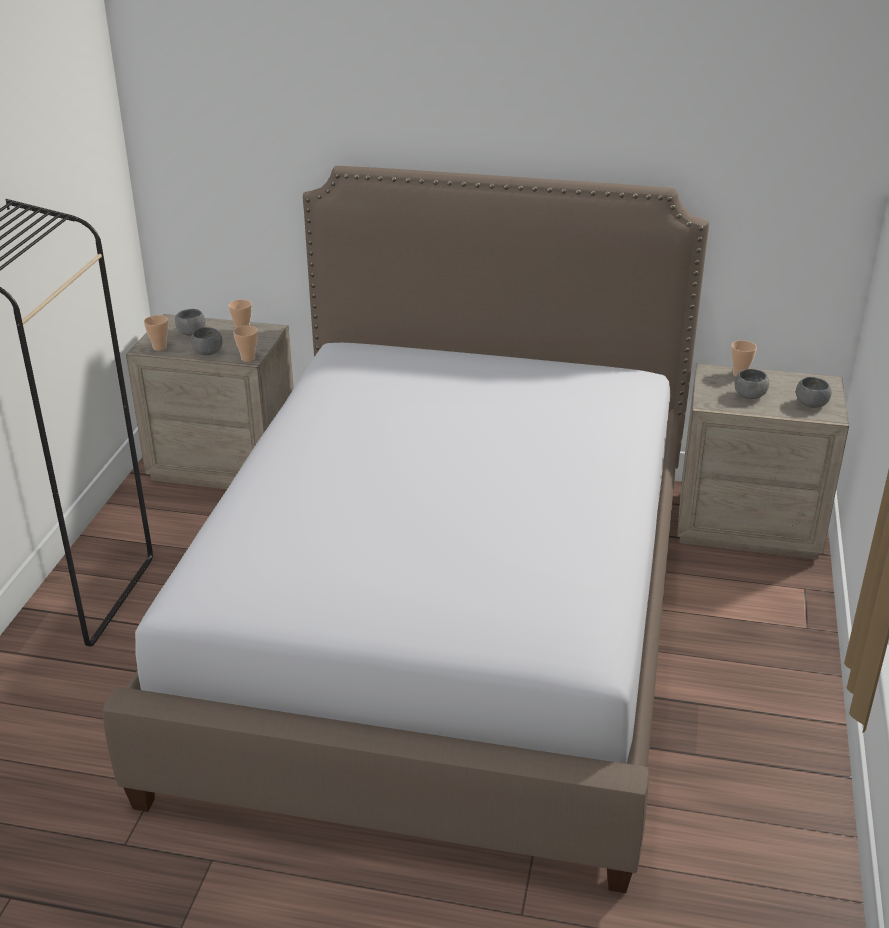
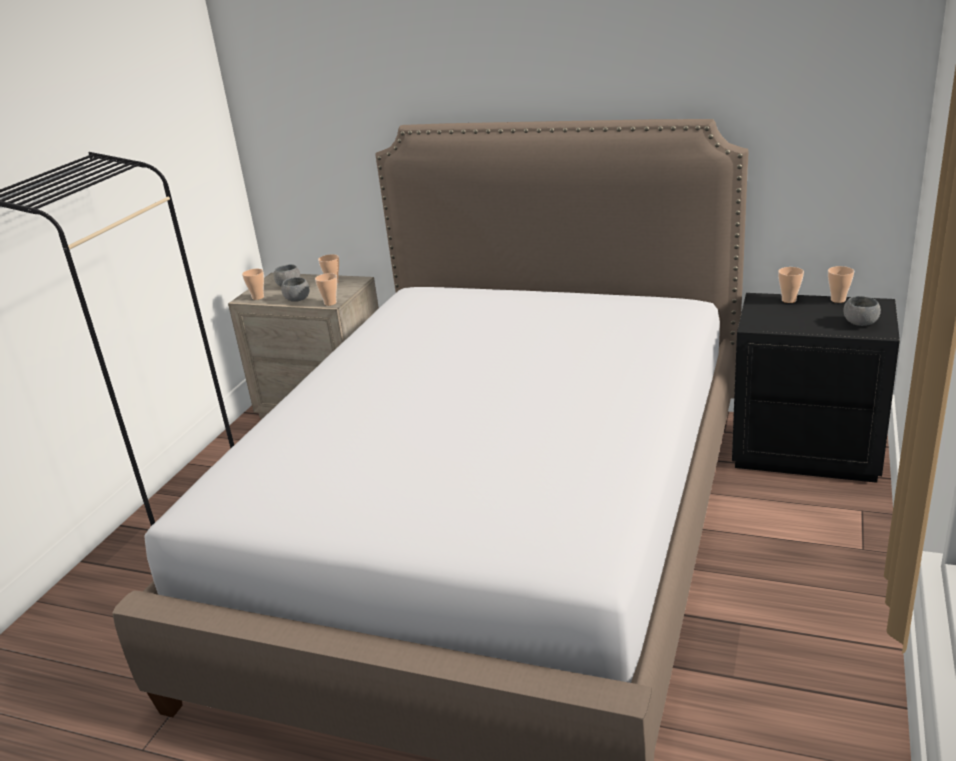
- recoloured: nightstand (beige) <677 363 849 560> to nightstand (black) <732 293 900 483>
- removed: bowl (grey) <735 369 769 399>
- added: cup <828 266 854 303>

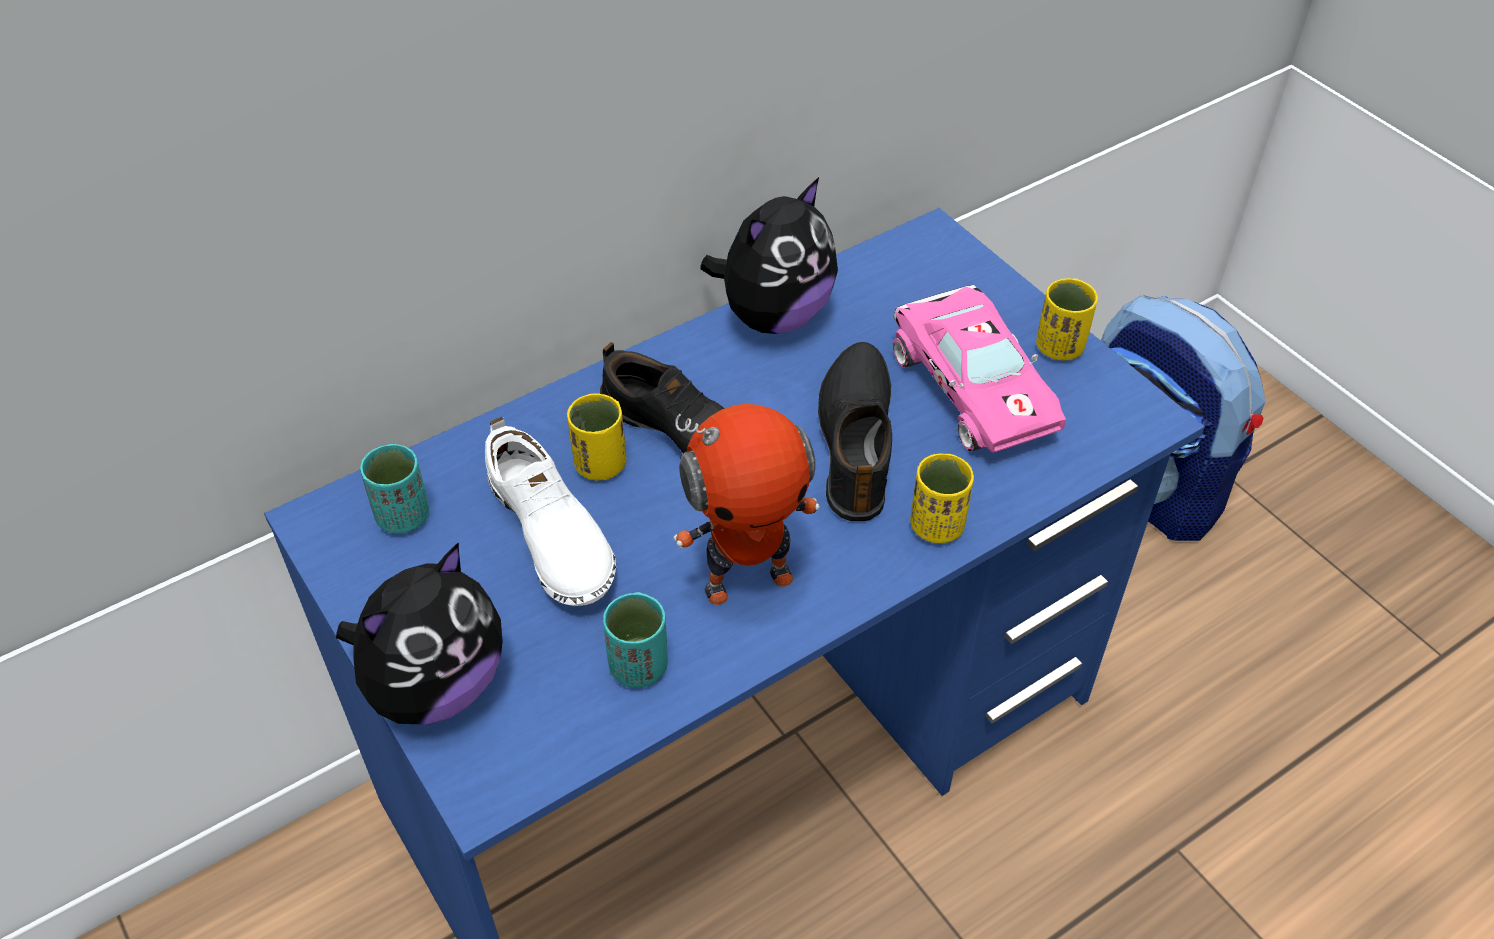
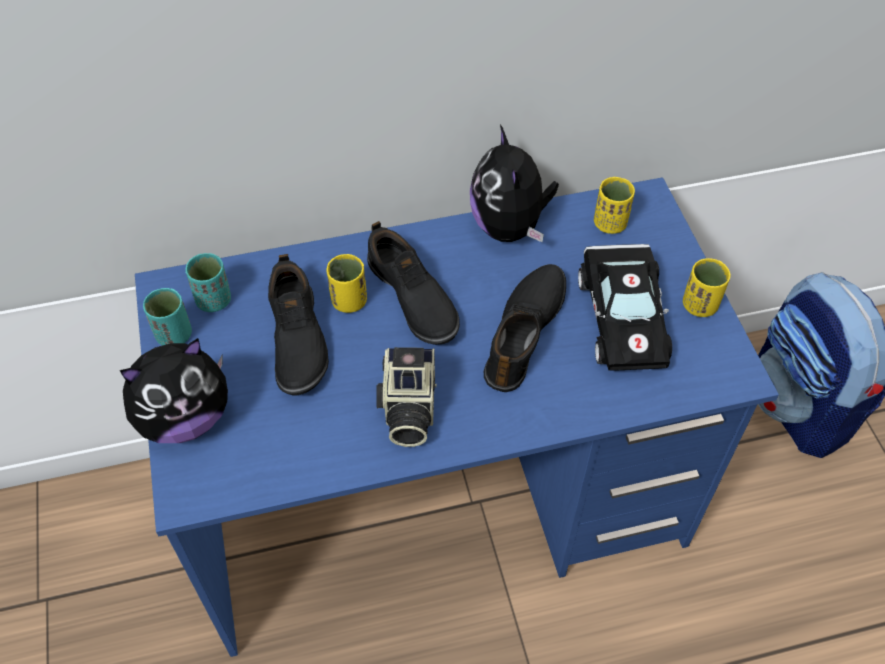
- recoloured: shoe (white) <485 417 616 606> to shoe (black) <268 254 329 395>
- moved: cup (turquoise) <603 592 668 688> to <143 288 192 345>
- replaced: toy robot <673 404 820 605> to photo camera <377 347 436 447>
- turned: plush toy <700 177 838 334> = <470 125 559 242> 105 degrees clockwise
- recoloured: toy car (pink) <893 285 1066 453> to toy car (black) <578 244 672 371>
- moved: cup (yellow) <910 453 974 543> to <594 177 635 234>

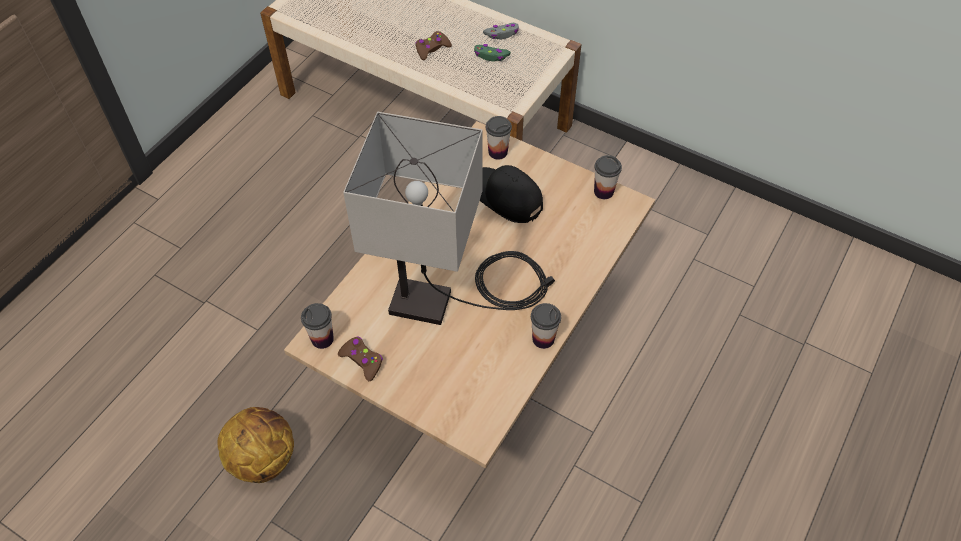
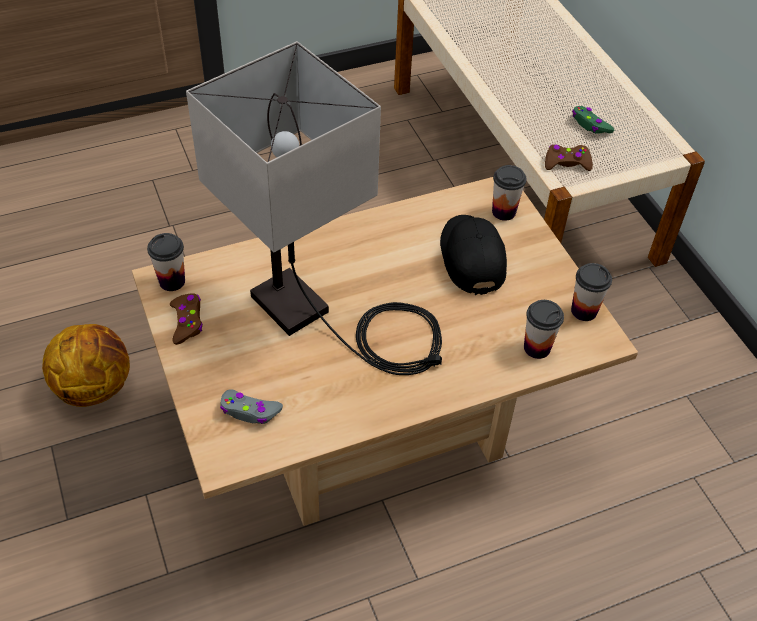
- moved: game controller (brown) <415 31 452 60> to <545 144 593 171>
- moved: game controller (grey) <483 23 519 40> to <220 389 283 424>
- moved: cup <531 303 561 349> to <524 300 564 359>

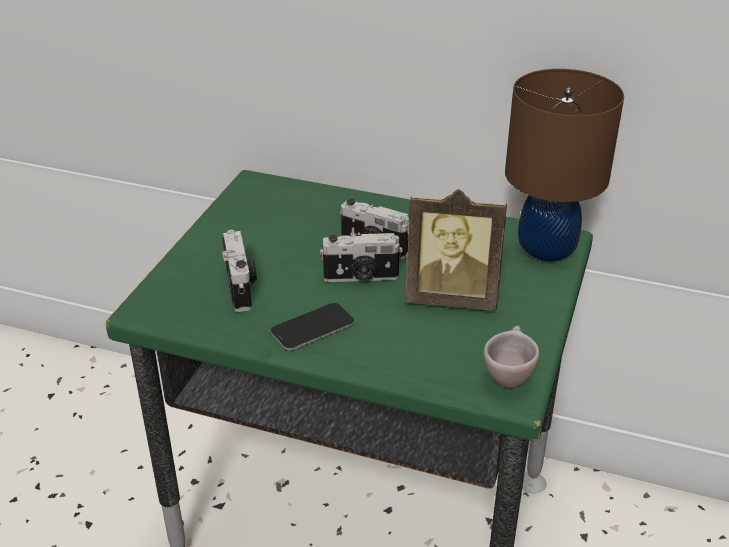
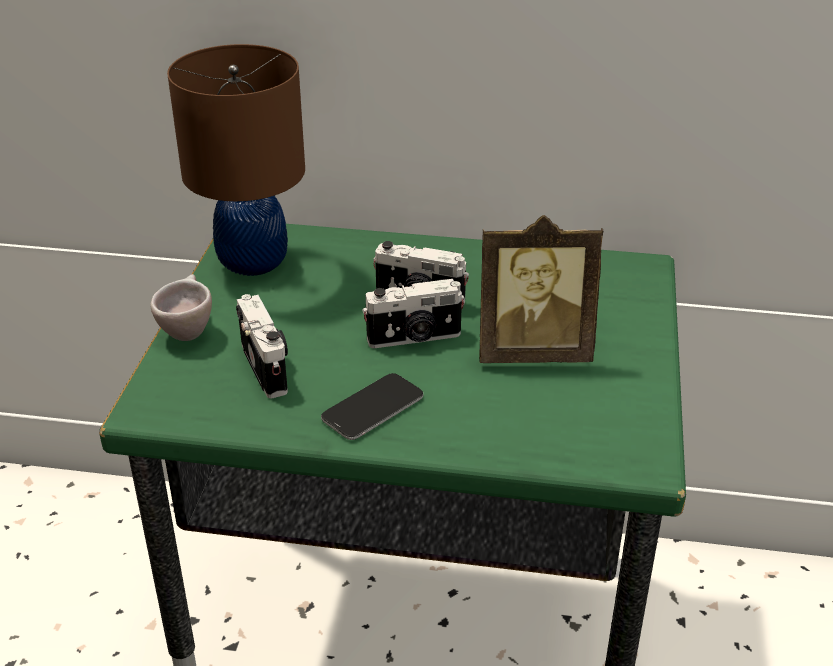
- moved: cup (beige) <483 325 540 388> to <150 274 212 341>
- moved: table lamp (brown) <505 69 624 262> to <167 44 305 276>

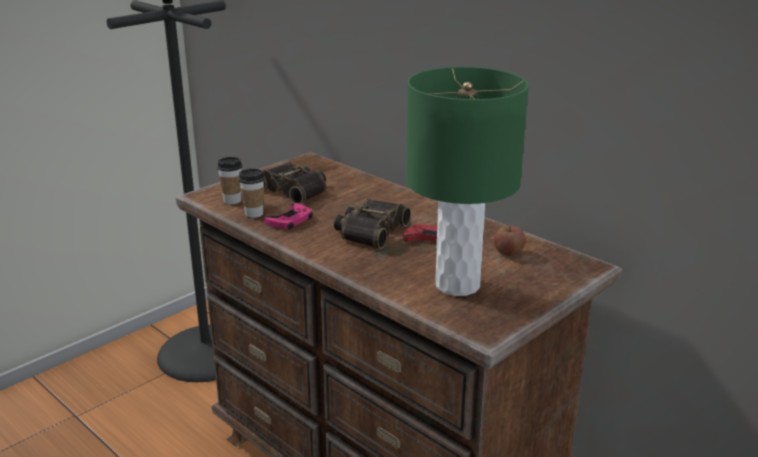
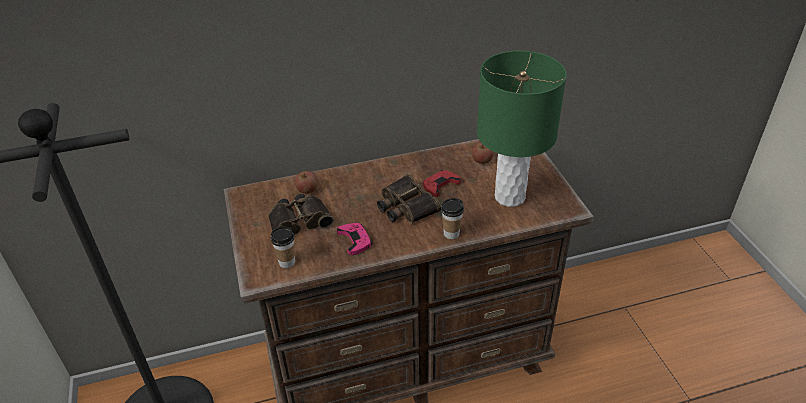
- moved: cup <239 169 265 218> to <441 198 464 239>
- added: apple <295 171 318 194>

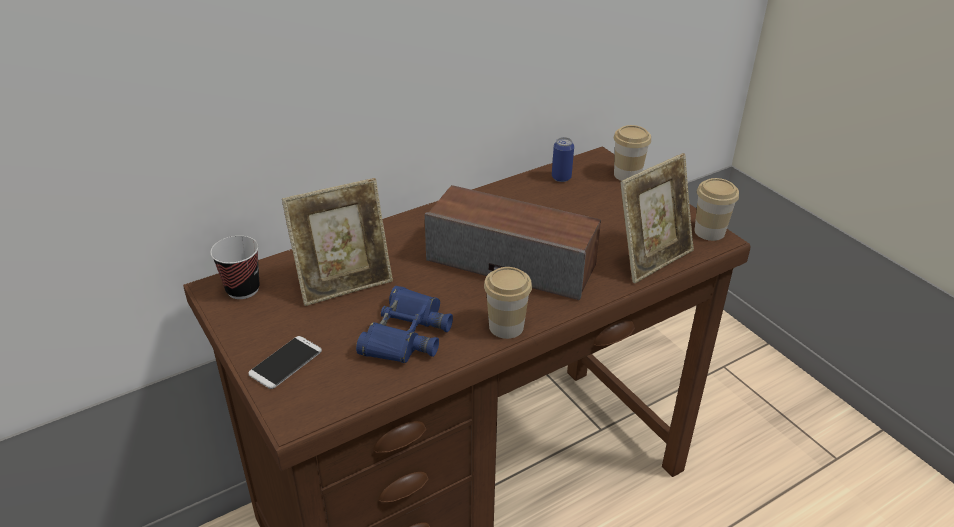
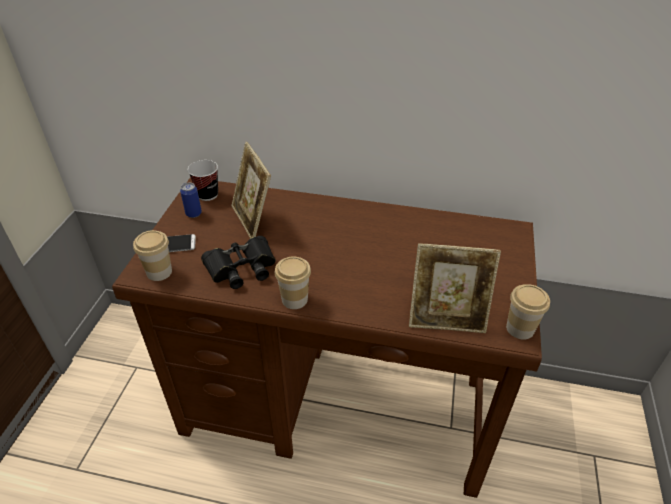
- turned: picture frame <282 178 393 306> = <232 142 271 238> 45 degrees clockwise
- recoloured: binoculars (blue) <356 286 453 363> to binoculars (black) <201 236 276 289>
- removed: speaker <425 185 601 300>
- moved: can <552 137 574 182> to <180 182 202 218>
- moved: cup <614 125 651 181> to <133 230 172 281>

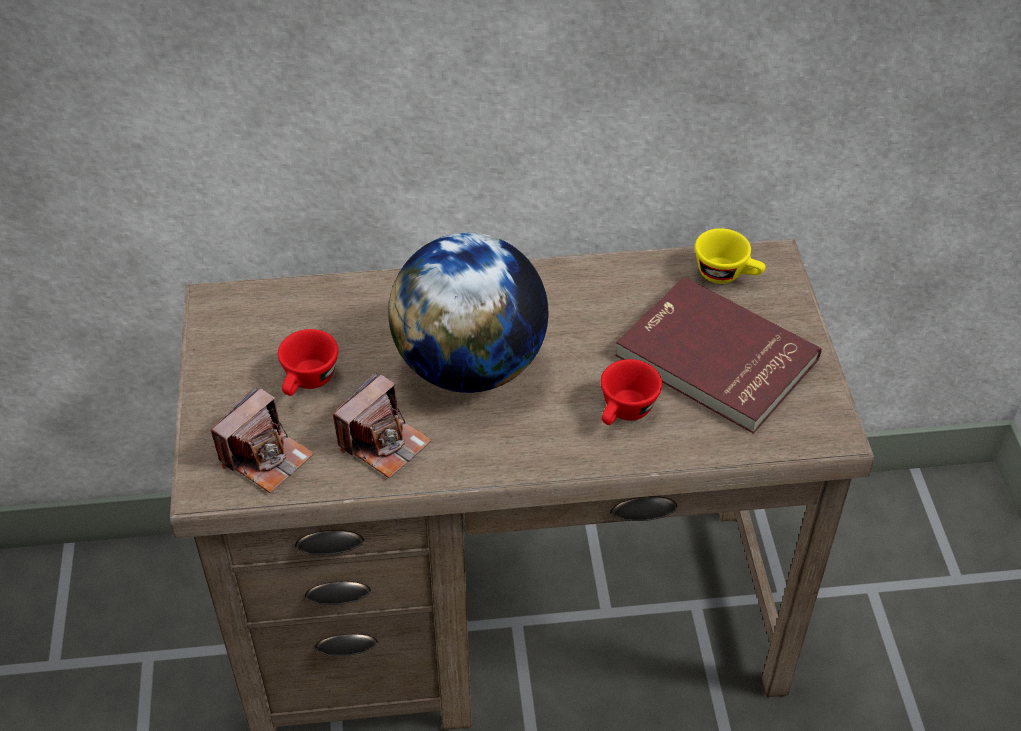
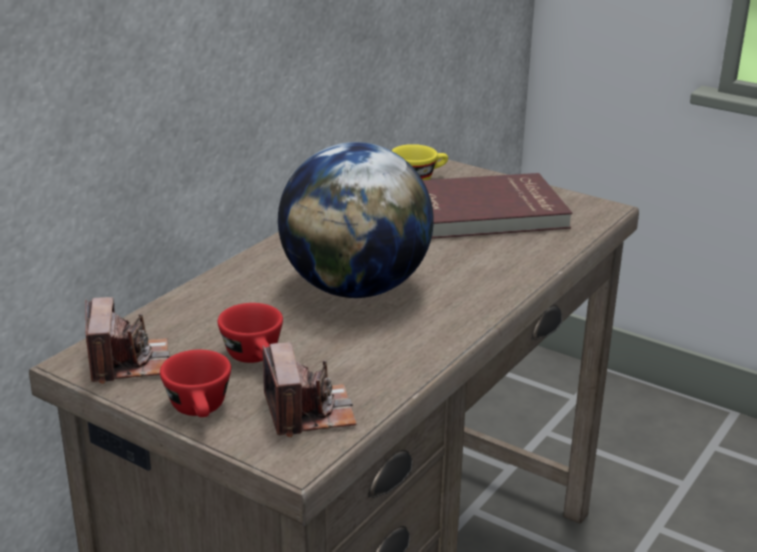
- moved: photo camera <333 372 432 478> to <85 297 170 384>
- moved: cup (red) <601 359 662 425> to <160 350 231 417>

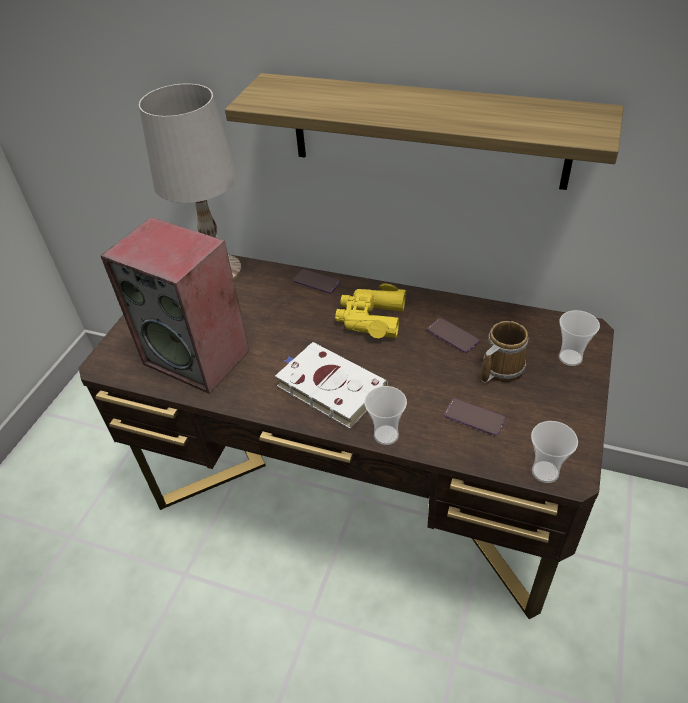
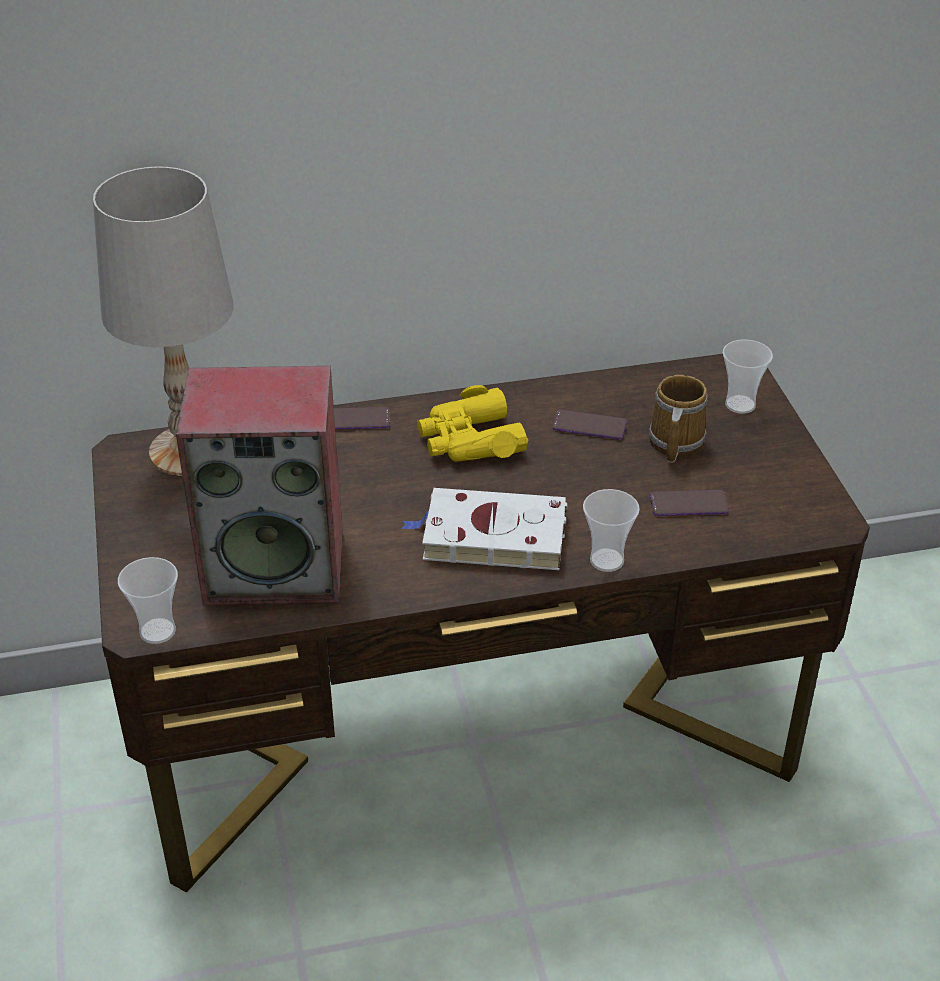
- removed: shelf <225 73 624 190>
- moved: cup <531 421 578 483> to <118 557 178 644>

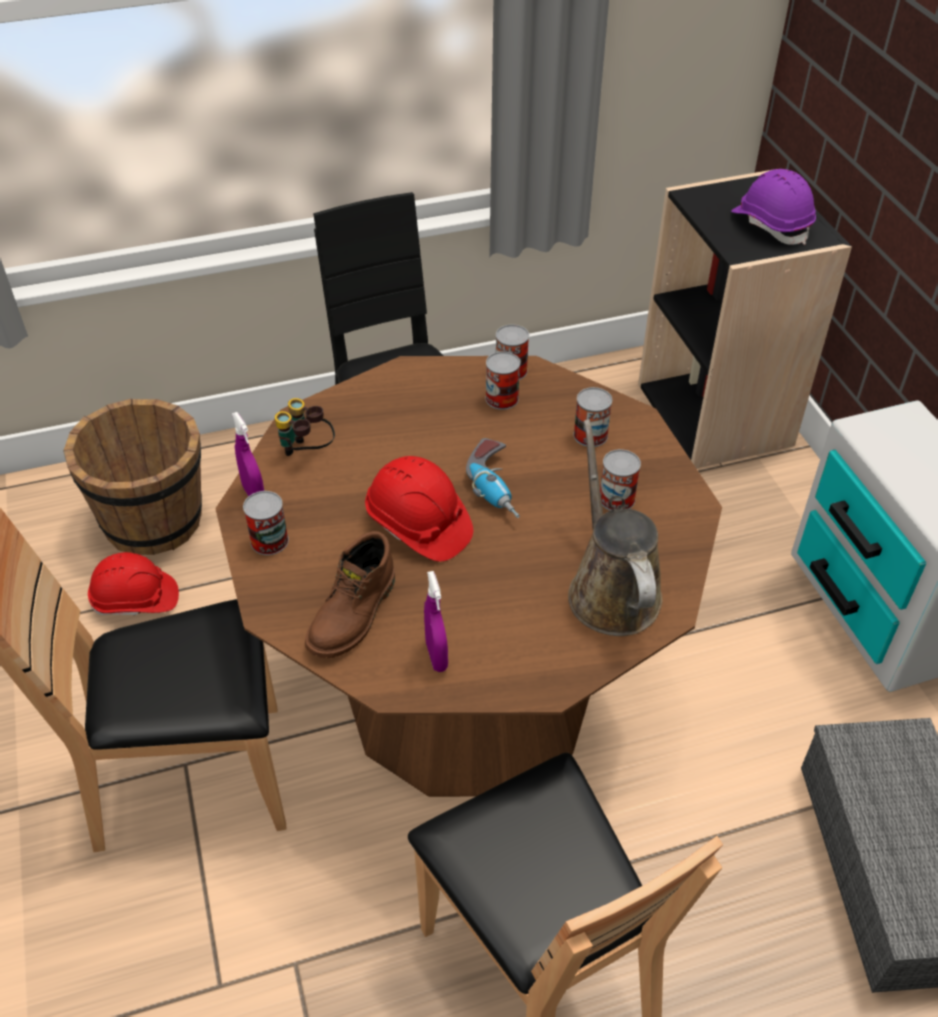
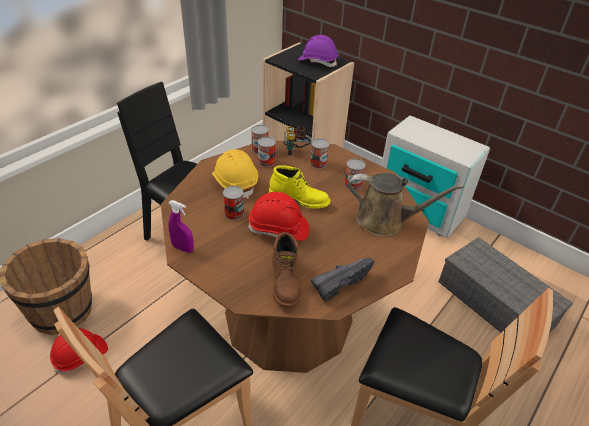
- moved: can <243 491 289 555> to <223 186 244 220>
- moved: binoculars <275 398 335 456> to <283 126 311 155>
- replaced: spray bottle (purple) <424 571 448 672> to shoe (black) <311 258 374 301>
- replaced: power drill <466 438 520 518> to boot (yellow) <269 165 330 209>
- turned: watering can (brown) <568 419 663 636> = <348 173 464 236> 150 degrees clockwise
- added: hard hat (yellow) <212 149 258 199>

